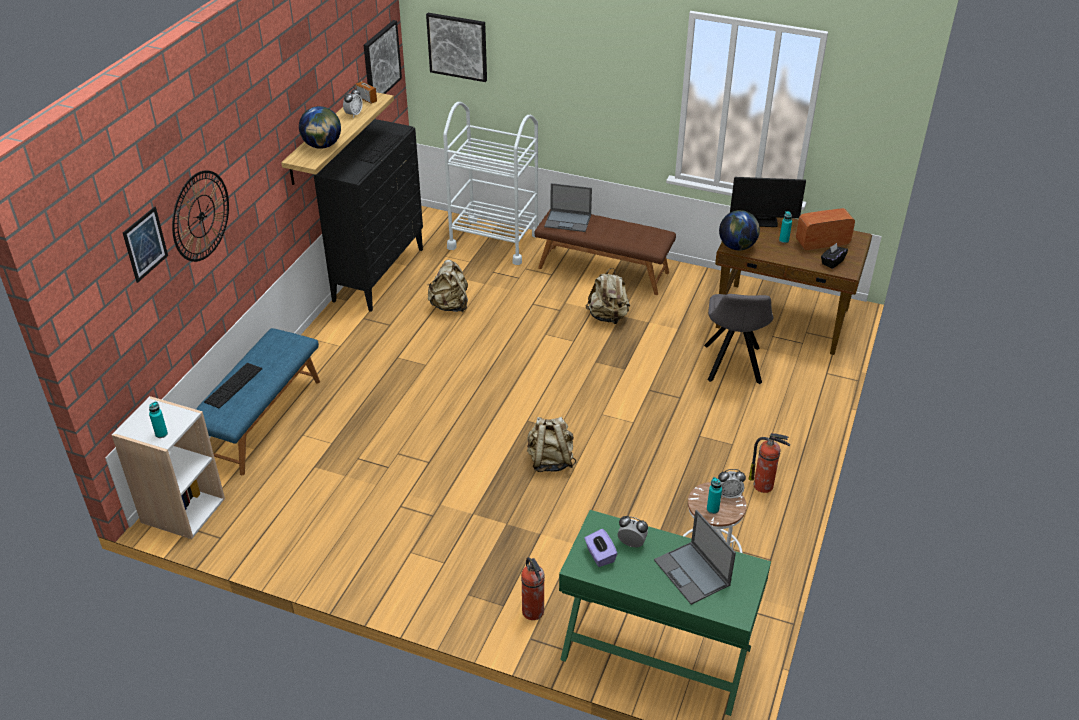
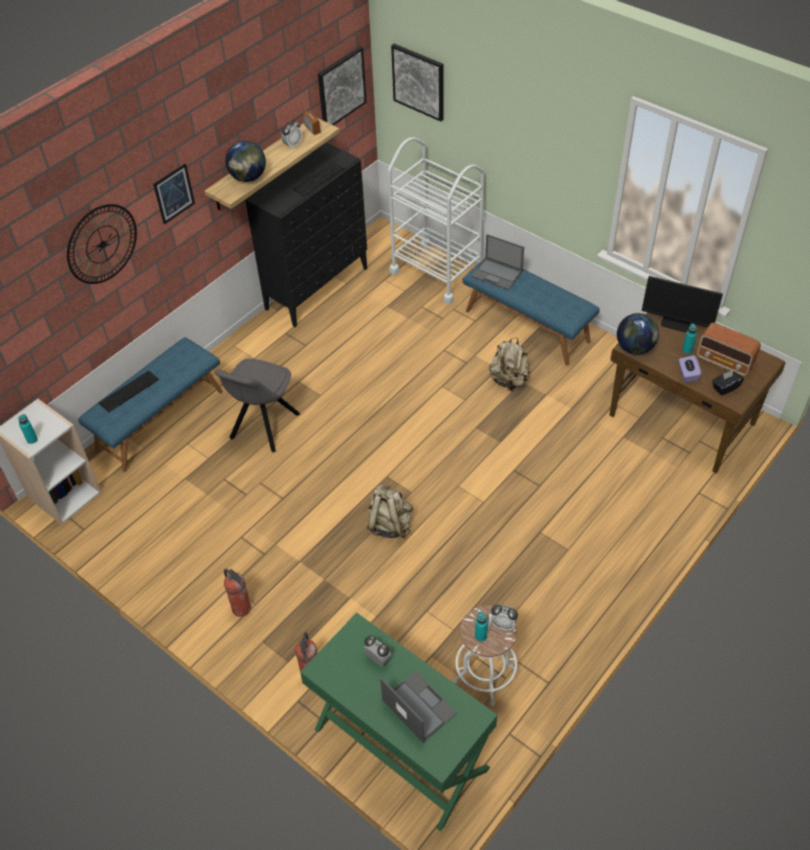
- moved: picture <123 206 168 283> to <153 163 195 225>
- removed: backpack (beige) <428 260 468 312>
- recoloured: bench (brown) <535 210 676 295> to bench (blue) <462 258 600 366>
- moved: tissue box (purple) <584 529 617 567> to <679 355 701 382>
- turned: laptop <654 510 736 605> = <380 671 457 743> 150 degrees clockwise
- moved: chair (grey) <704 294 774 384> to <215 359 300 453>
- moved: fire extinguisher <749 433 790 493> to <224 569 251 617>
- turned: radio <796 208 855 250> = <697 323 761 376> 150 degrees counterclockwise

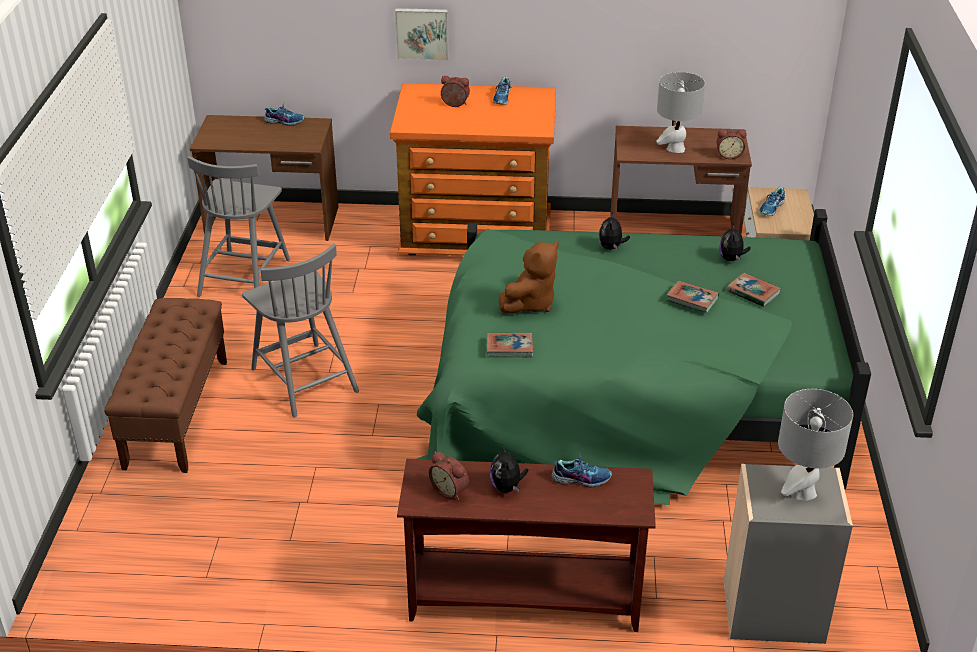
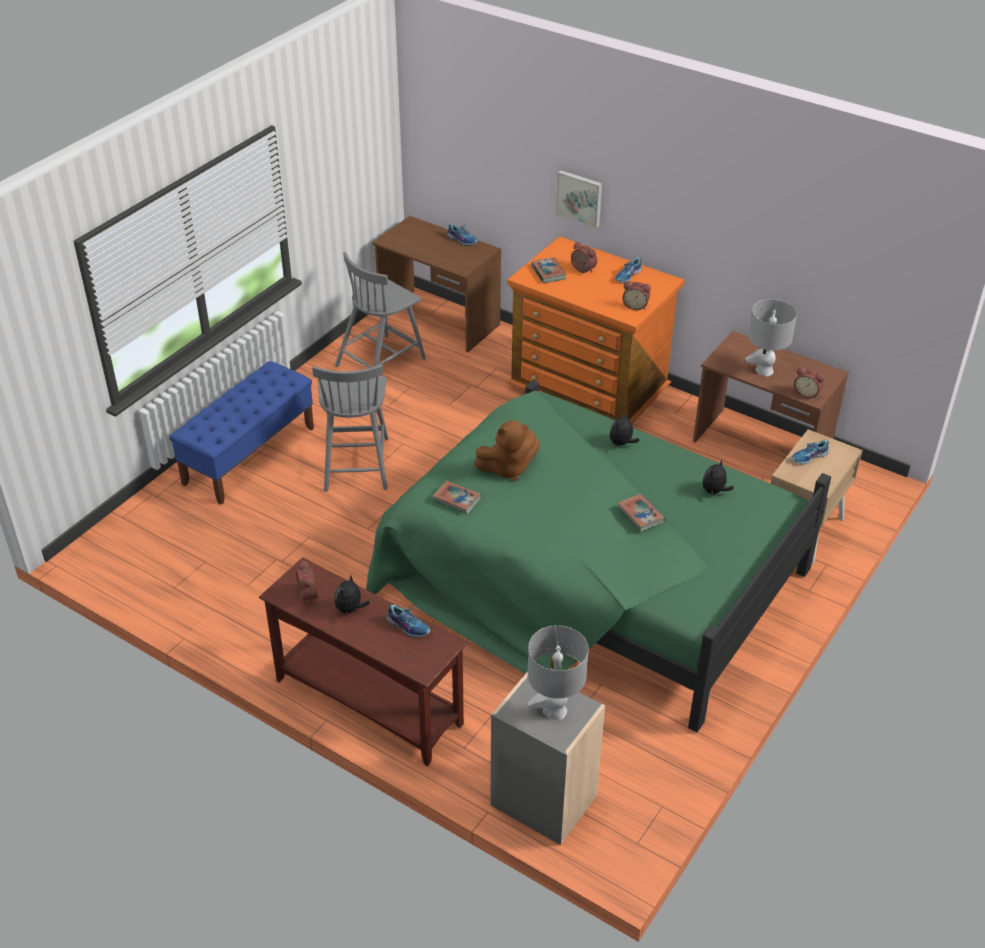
- recoloured: bench (brown) <104 298 227 473> to bench (blue) <169 361 314 505>
- moved: book <727 273 781 307> to <531 257 567 283>
- added: alarm clock <622 281 651 310>

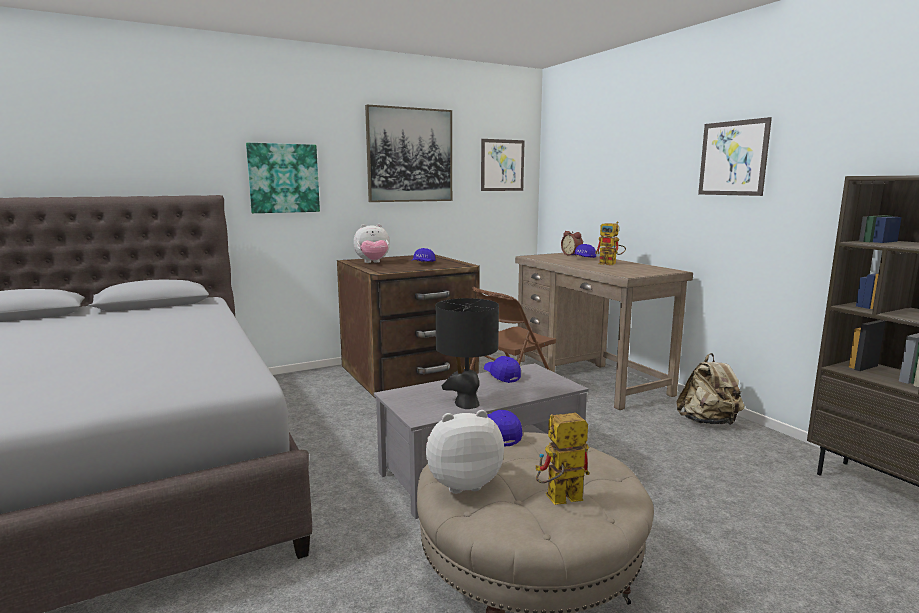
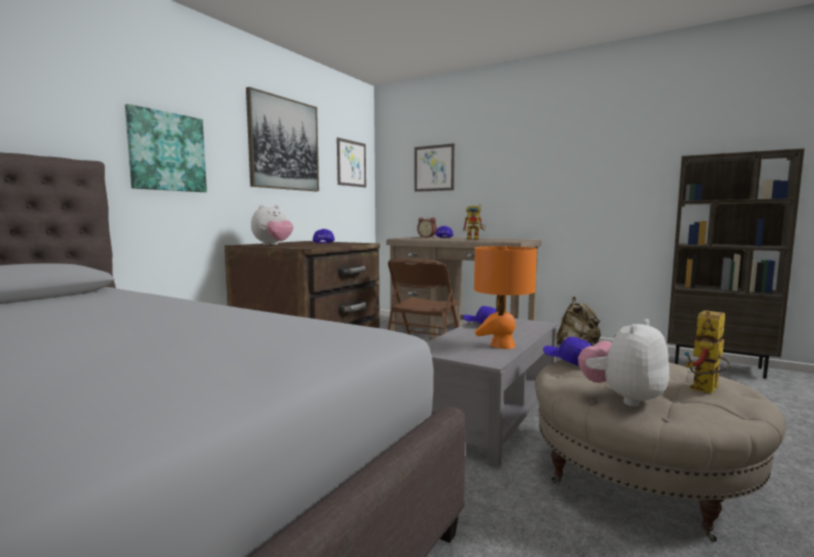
- recoloured: table lamp (black) <435 298 499 409> to table lamp (orange) <474 246 537 349>
- moved: picture <698 117 772 196> to <414 143 455 192>

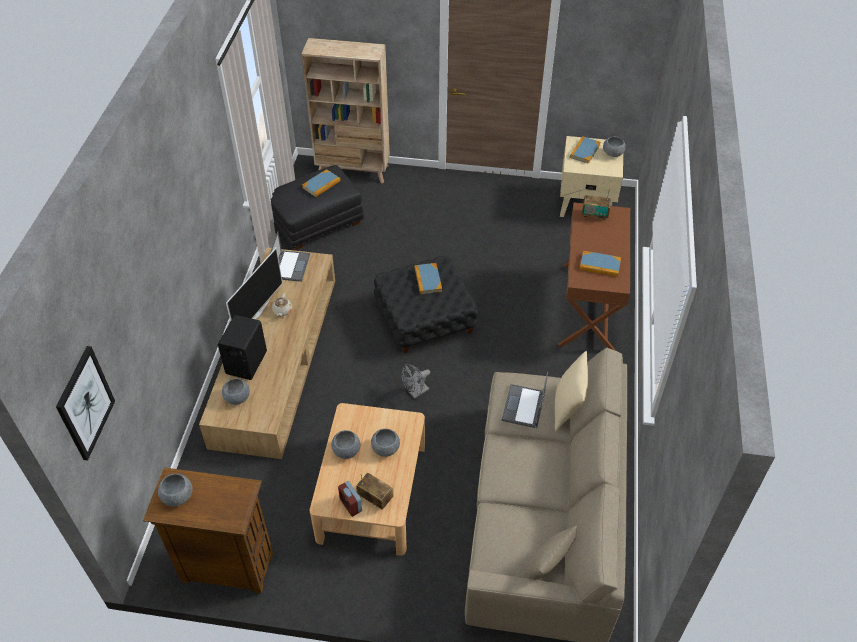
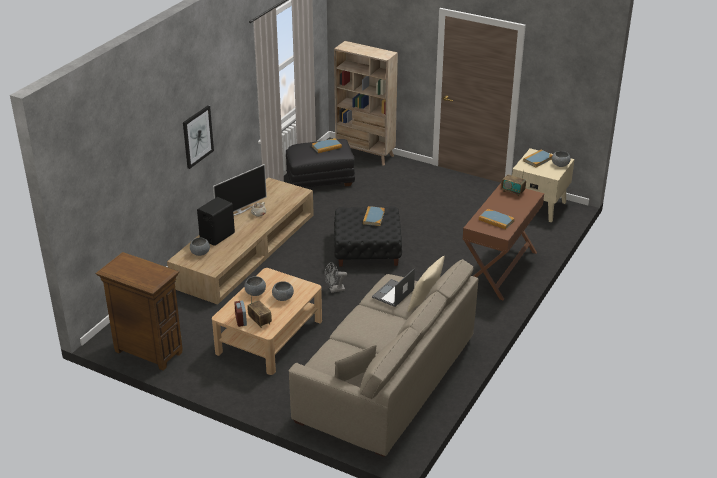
- moved: picture <56 346 115 460> to <183 105 214 169>
- removed: bowl (grey) <158 474 193 507>
- removed: laptop <270 231 310 282>

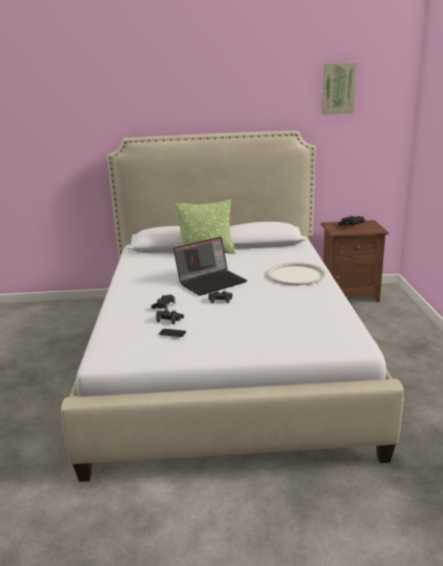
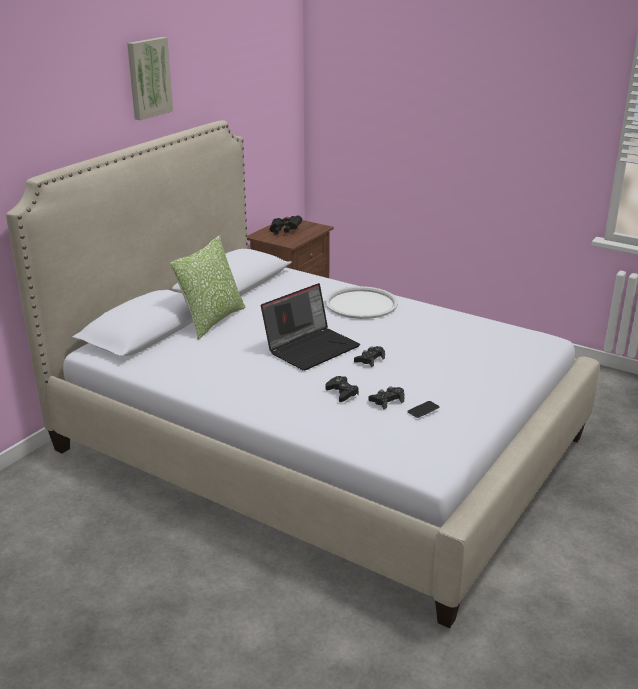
- turned: laptop <173 237 247 296> = <261 283 360 371> 45 degrees clockwise
- moved: picture <322 63 357 115> to <127 37 173 120>

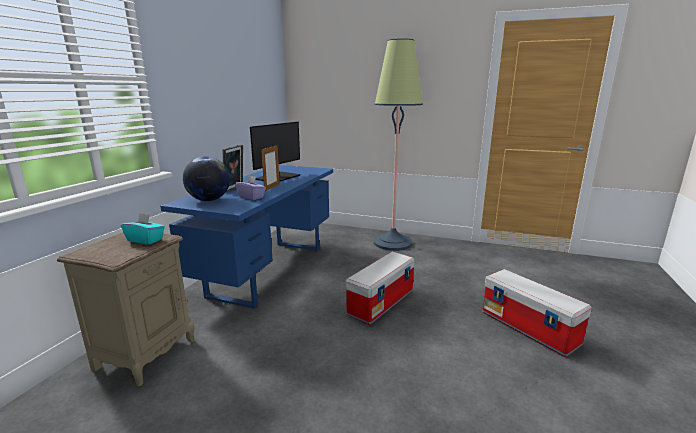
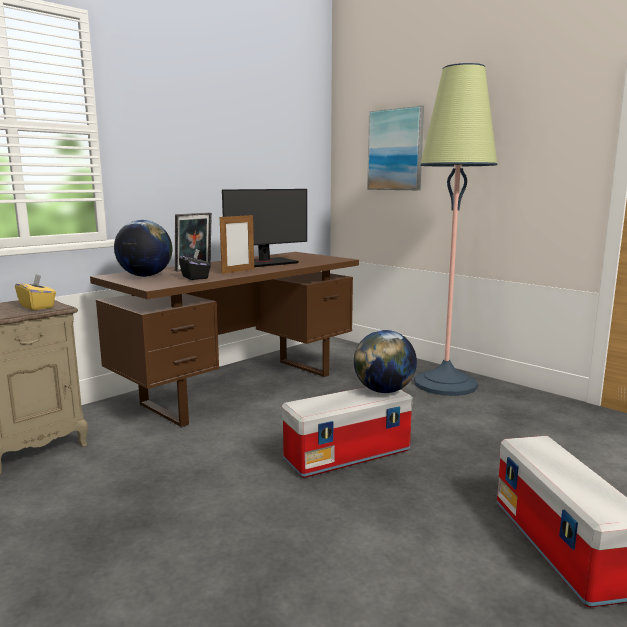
- recoloured: tissue box (turquoise) <121 213 165 245> to tissue box (yellow) <15 274 56 310>
- recoloured: desk (blue) <160 165 333 309> to desk (brown) <90 252 359 428>
- recoloured: tissue box (purple) <235 176 266 200> to tissue box (black) <179 249 211 280>
- added: globe <354 330 417 393>
- added: picture <367 105 424 190>

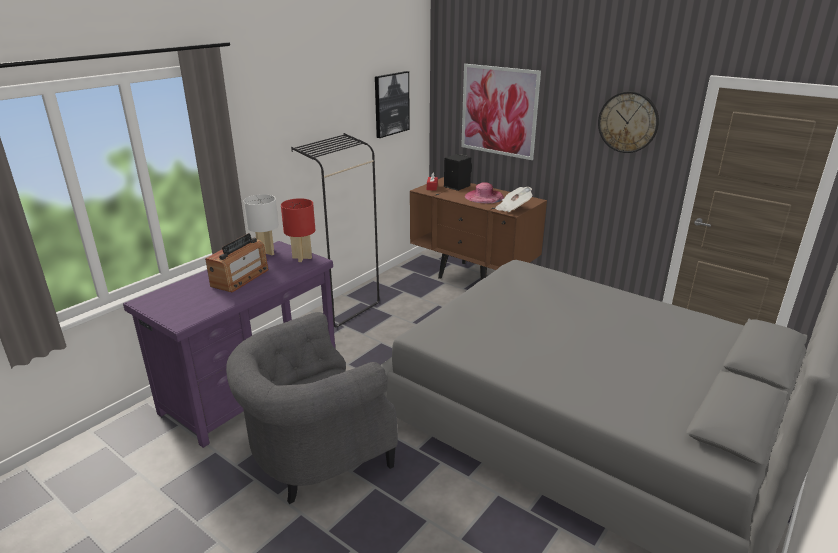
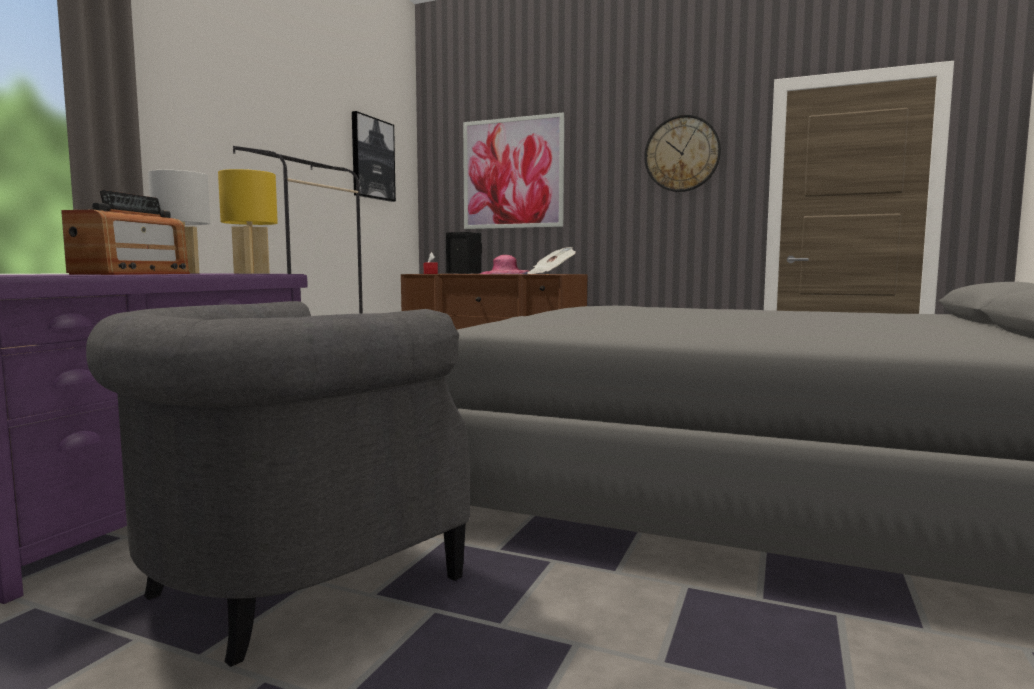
- recoloured: table lamp (red) <281 198 315 262> to table lamp (yellow) <218 169 278 274>

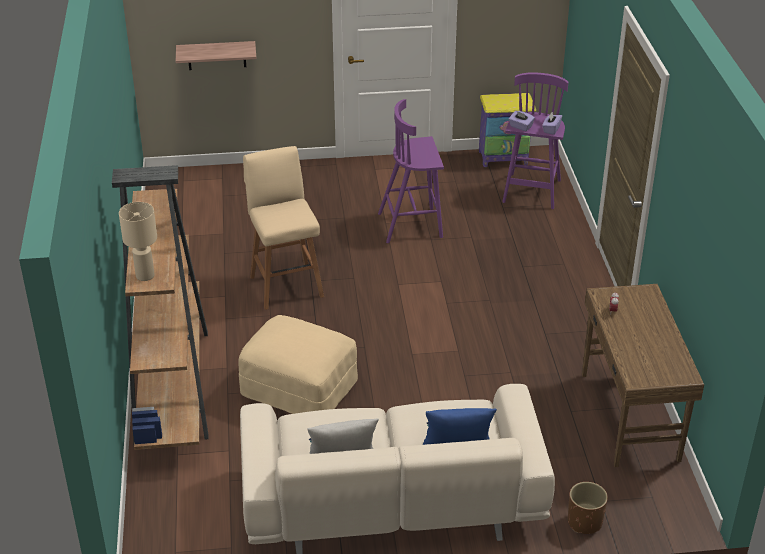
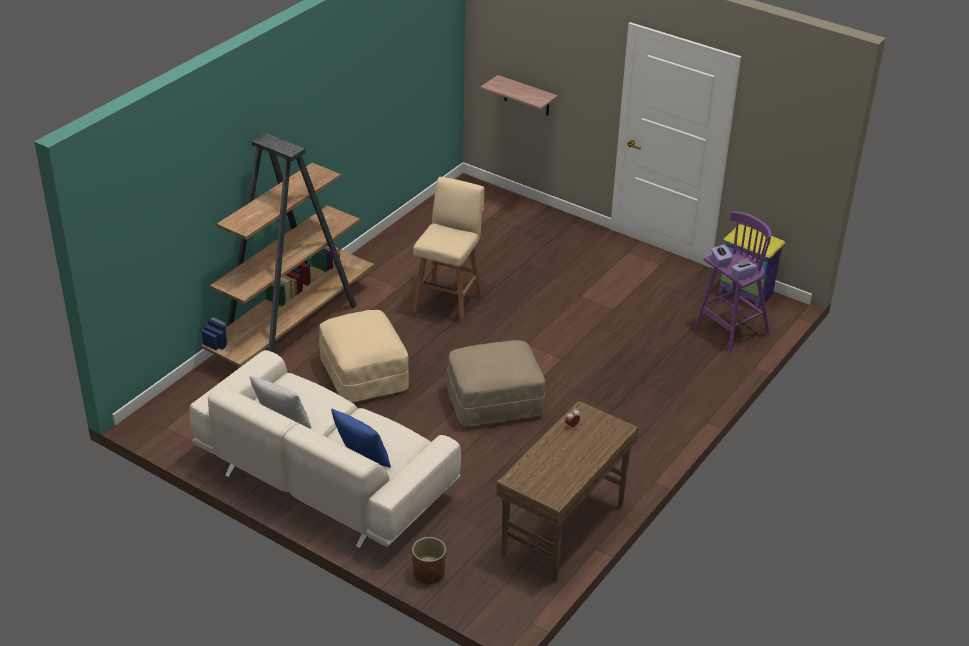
- removed: table lamp (beige) <119 202 157 281>
- removed: stool (purple) <378 99 444 243>
- added: ottoman (beige) <447 340 545 427>

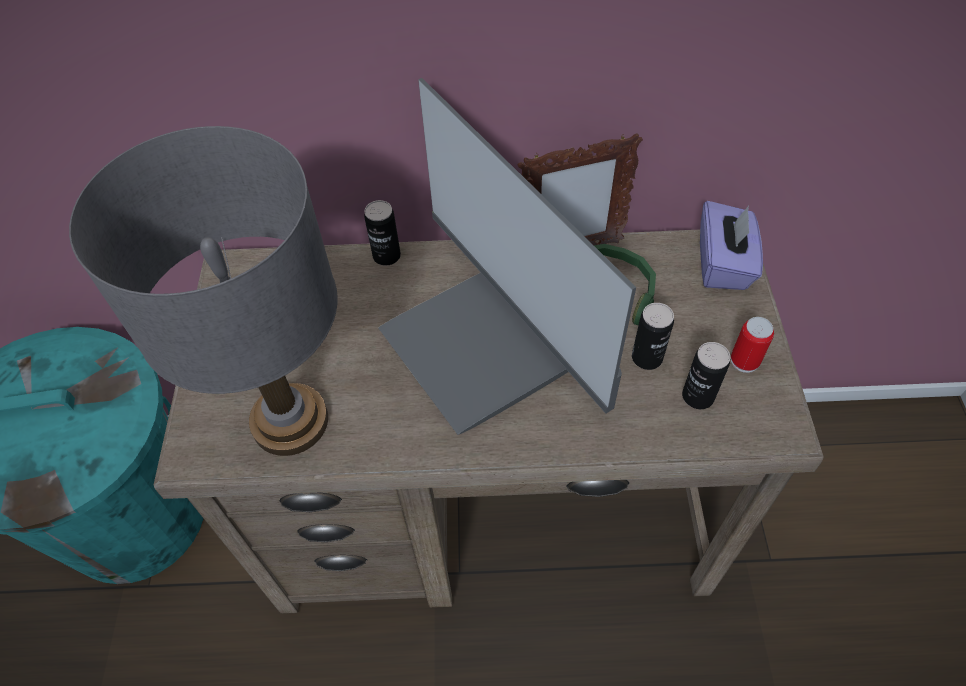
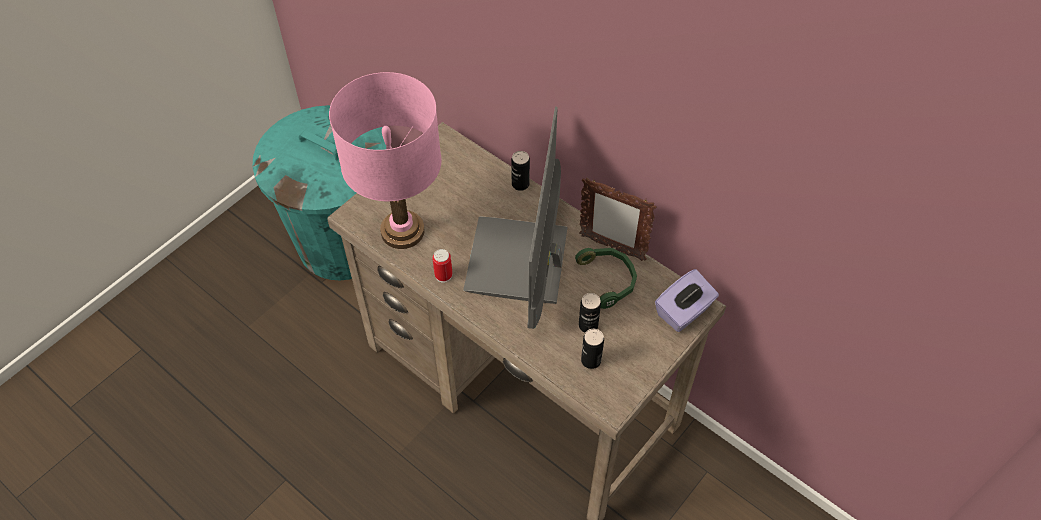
- recoloured: table lamp (grey) <69 126 338 456> to table lamp (pink) <329 72 442 249>
- moved: can <731 317 774 373> to <432 249 453 283>

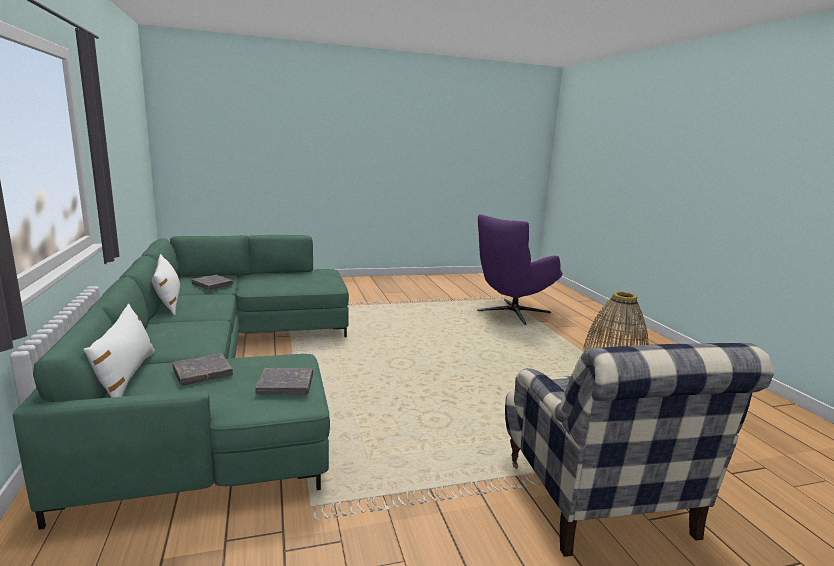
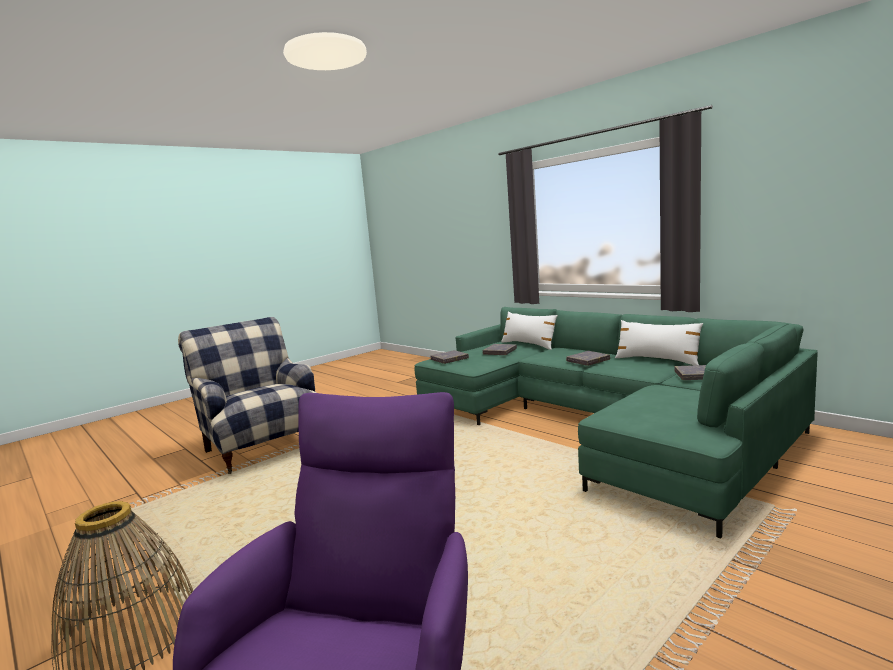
- added: book (grey) <566 351 610 366>

